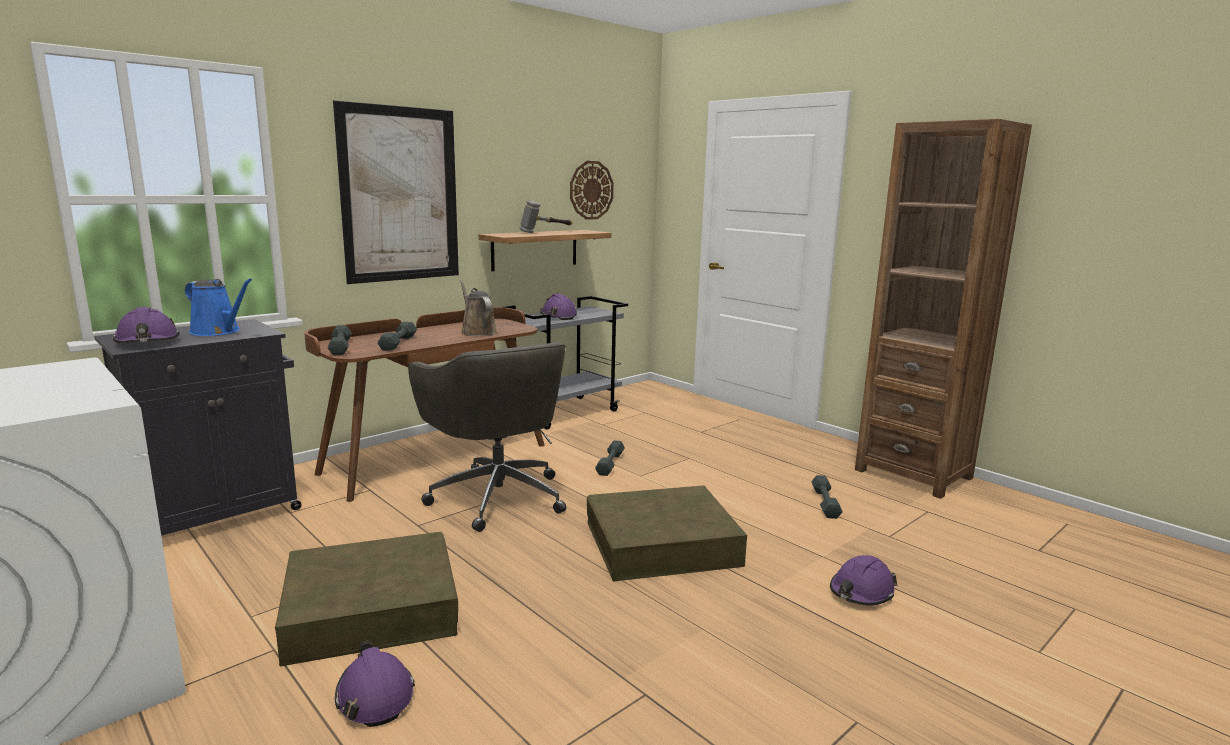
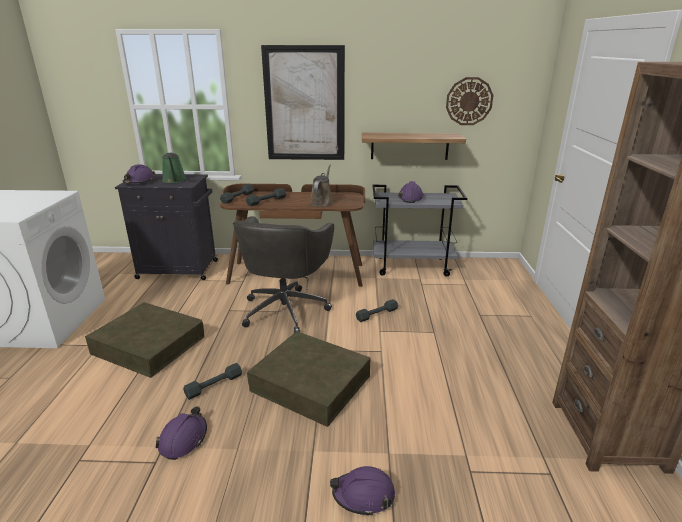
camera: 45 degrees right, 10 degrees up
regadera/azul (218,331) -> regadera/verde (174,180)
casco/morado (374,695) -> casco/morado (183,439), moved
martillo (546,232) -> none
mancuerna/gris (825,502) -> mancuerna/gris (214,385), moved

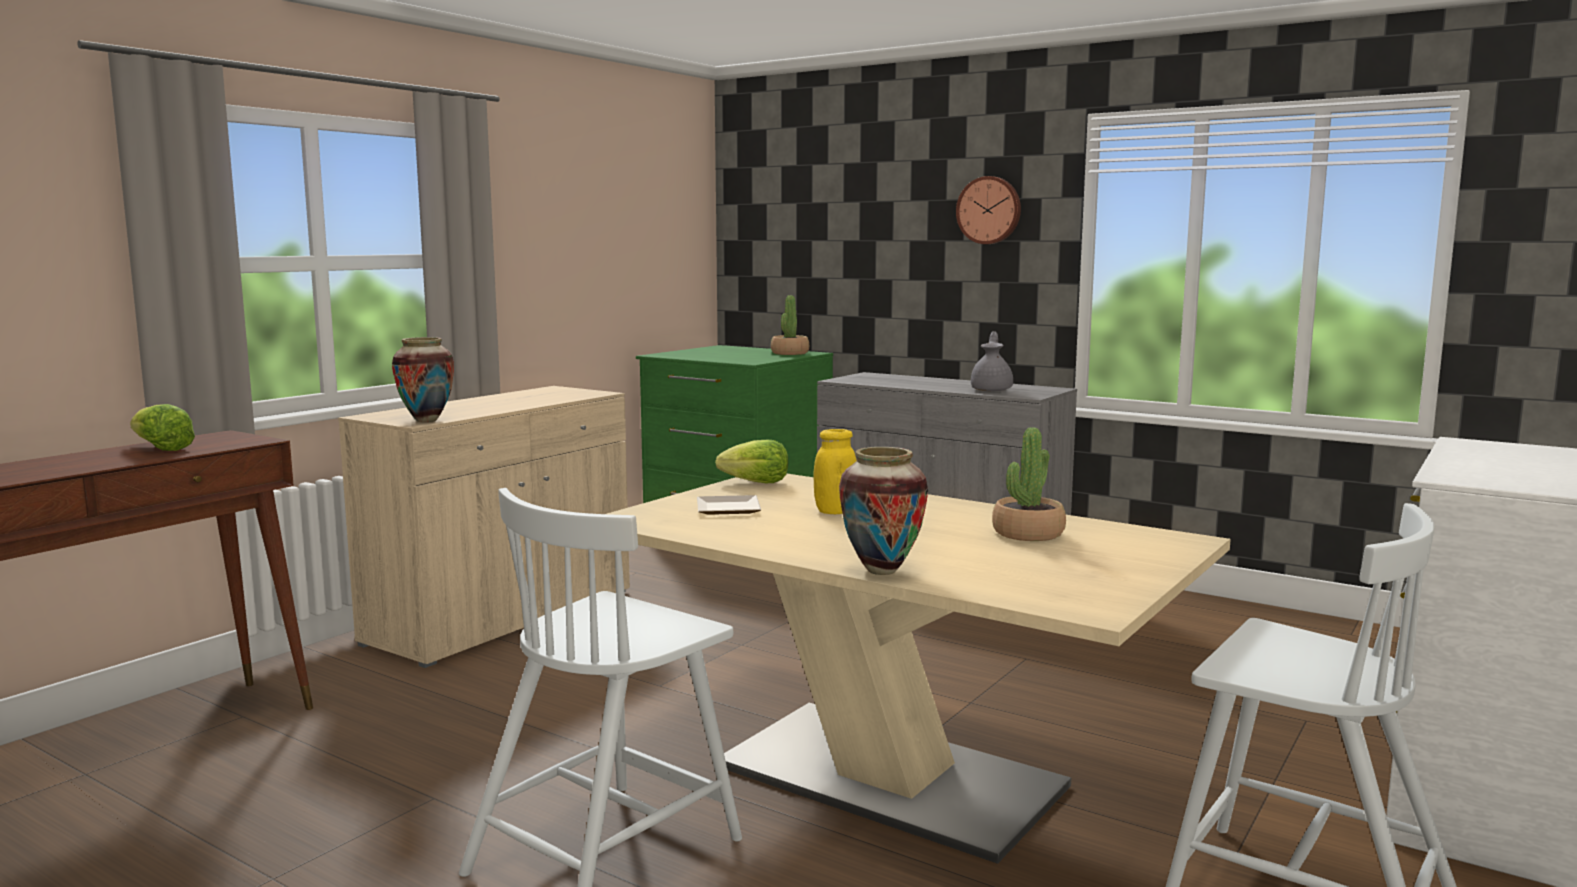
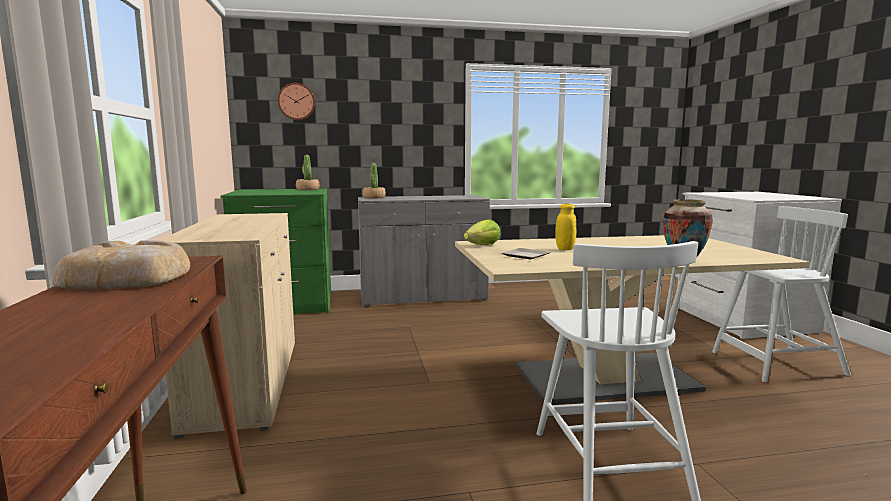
camera: 45 degrees left, 0 degrees up
lechuga (161,449) -> pan (130,278)
florero (426,420) -> none
reloj de pared (989,210) -> reloj de pared (296,101), moved
tetera/gris (992,390) -> none
planta en maceta (1028,533) -> planta en maceta (374,197), moved

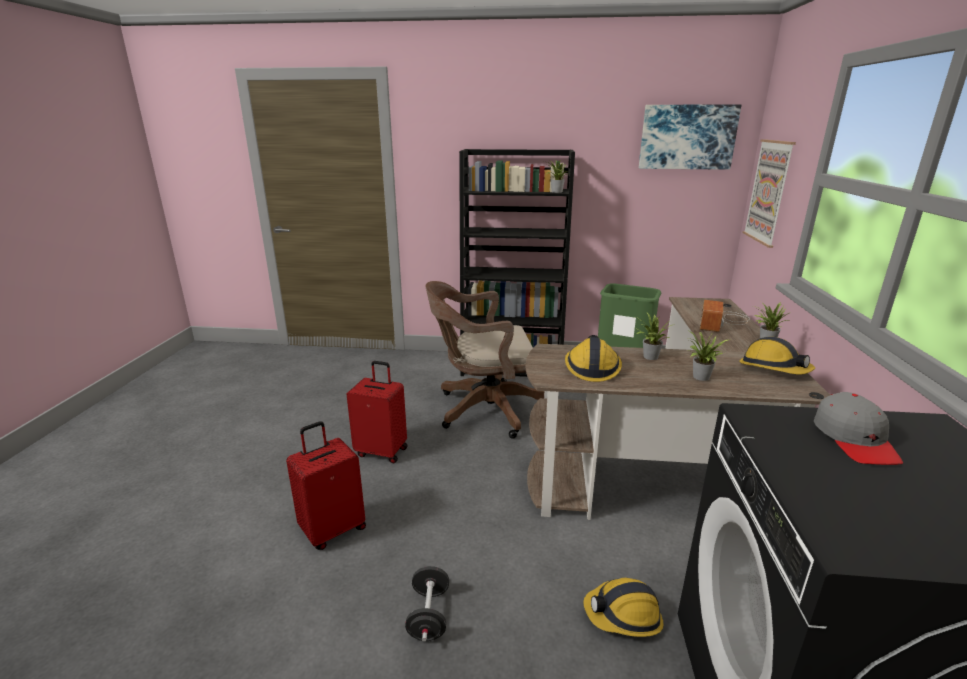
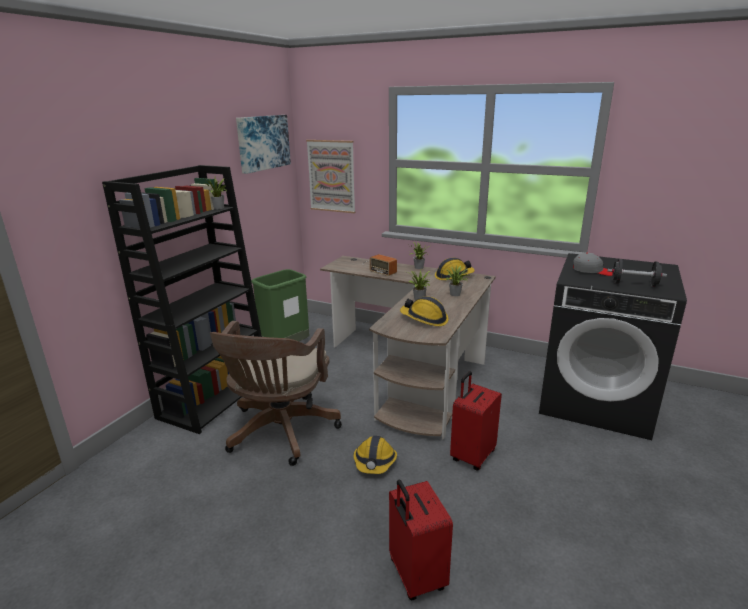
camera: 70 degrees left, 0 degrees up
maleta/rojo (382,451) -> maleta/rojo (472,456), moved
mancuerna/negro (429,616) -> mancuerna/negro (634,284), moved
casco (623,615) -> casco (375,462), moved

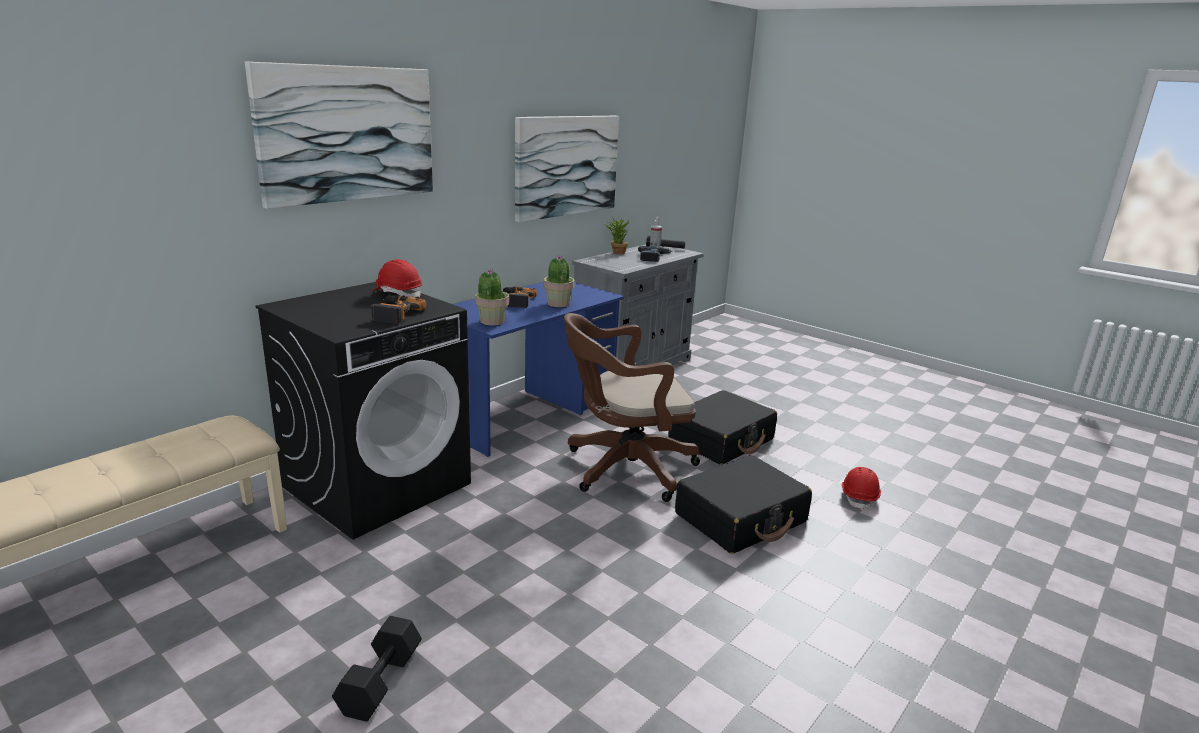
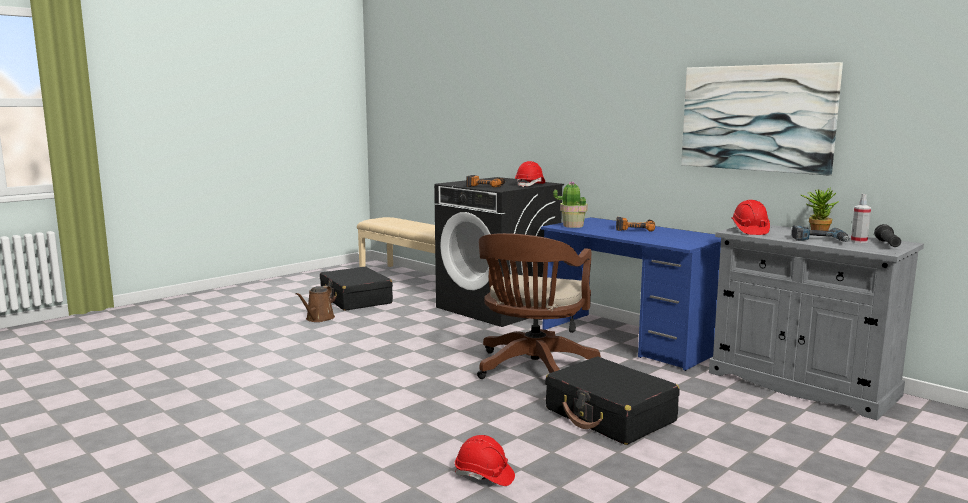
camera: 95 degrees right, 10 degrees down
cuadro (347,134) -> none
mancuerna/negro (379,681) -> regadera/marrón (318,319)
planta en maceta (558,304) -> none
silla de oficina/marrón (623,468) -> silla de oficina/marrón (532,370), 150 degrees counterclockwise
maleta/negro (741,518) -> maleta/negro (356,299), moved
none -> casco/rojo (749,231)

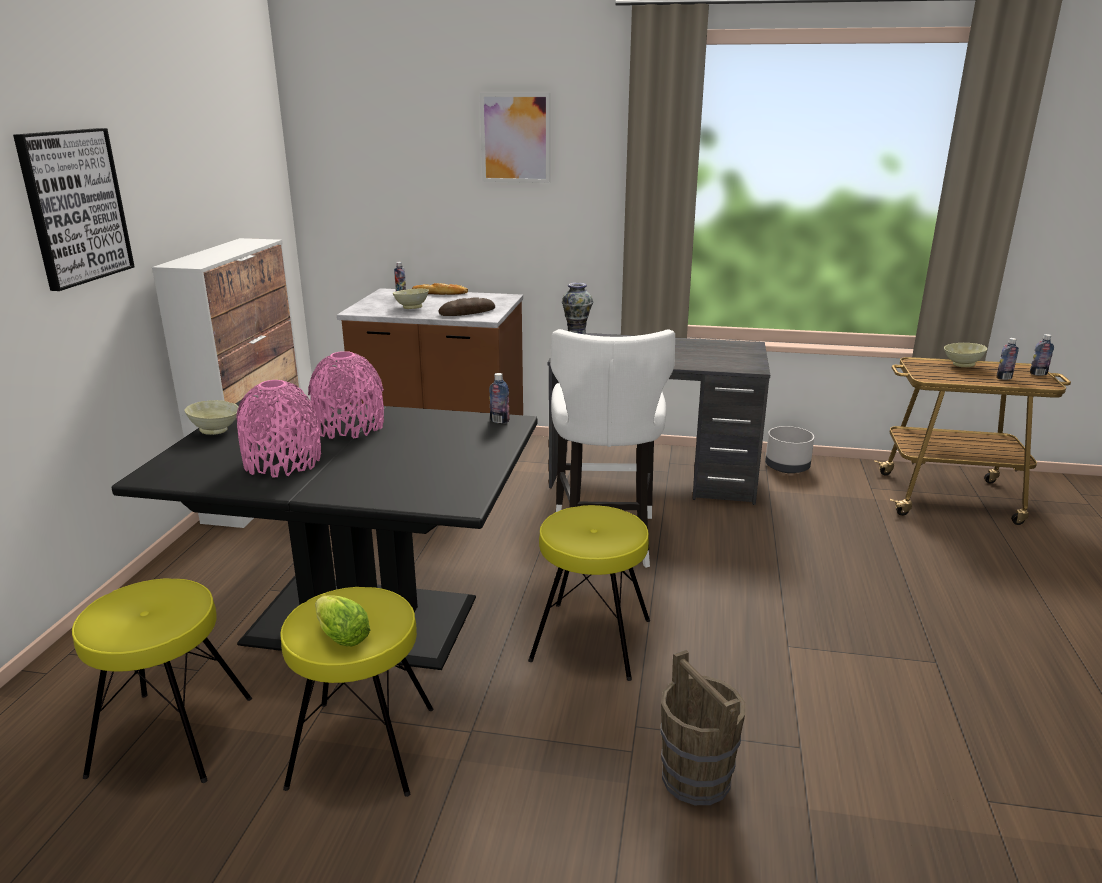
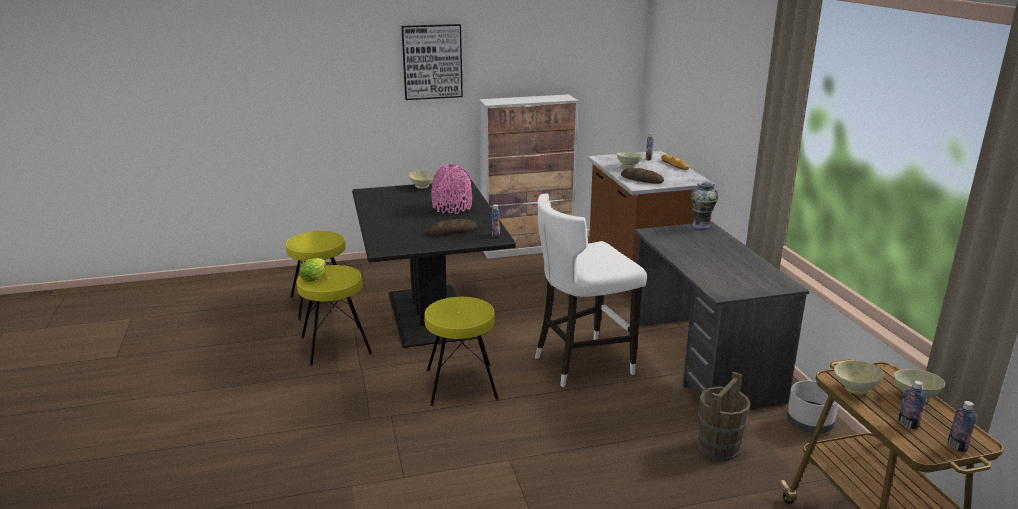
camera: 65 degrees right, 0 degrees up
florero/rosa (283,462) -> none
cuadro (515,138) -> none
cubo/marrón (695,778) -> cubo/marrón (719,447), moved
none -> pan (452,231)
none -> cuenco/beis (854,388)

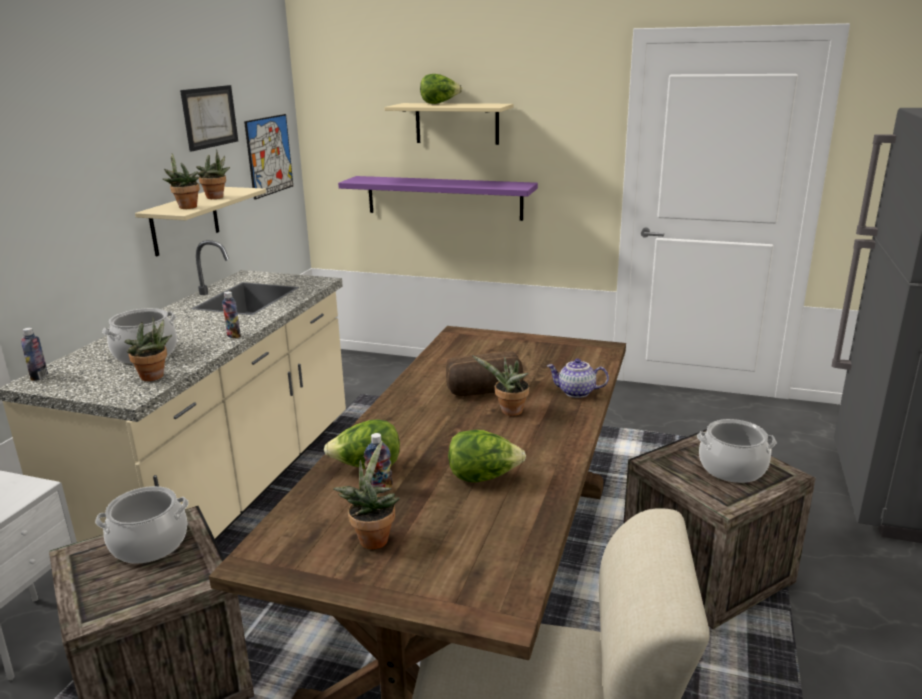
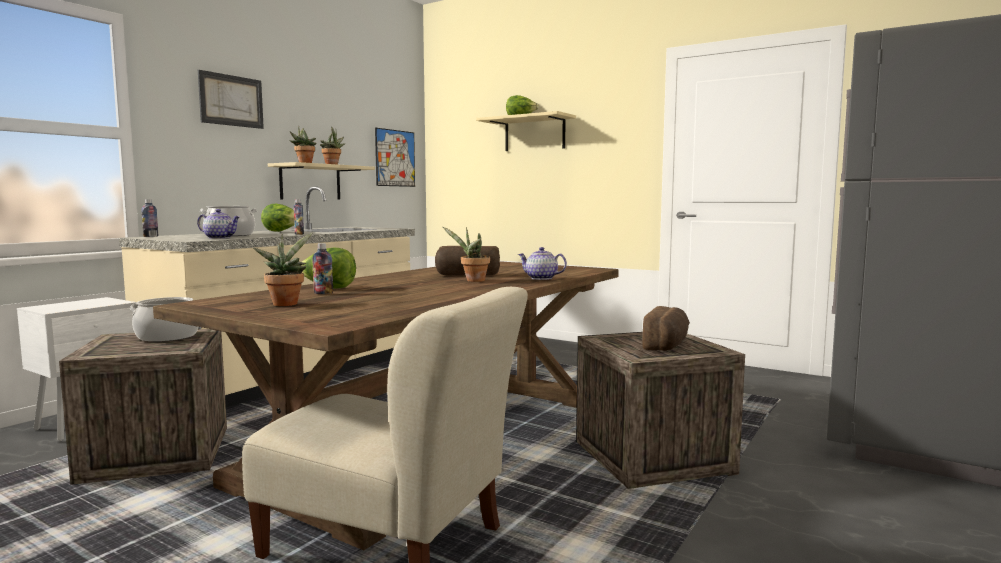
camera: 15 degrees right, 15 degrees down
planta en maceta (155,377) -> tetera (220,238)
cuadro (209,117) -> cuadro (231,100), moved
estante/morado (444,197) -> none
lechuga (483,477) -> lechuga (281,231), moved
olla (732,468) -> pan (667,345)

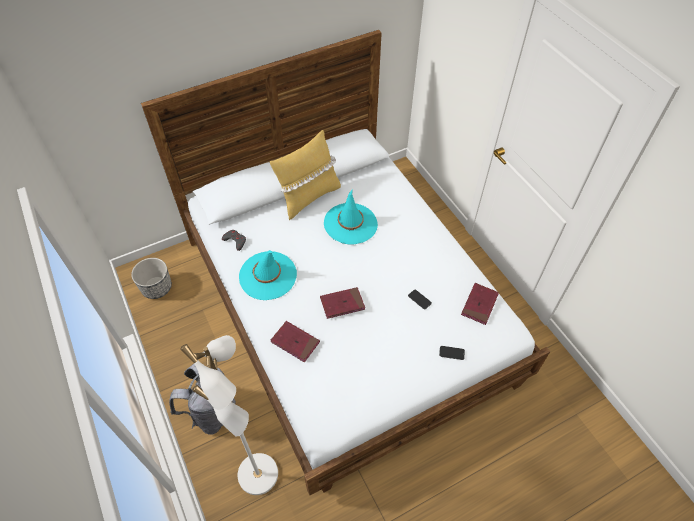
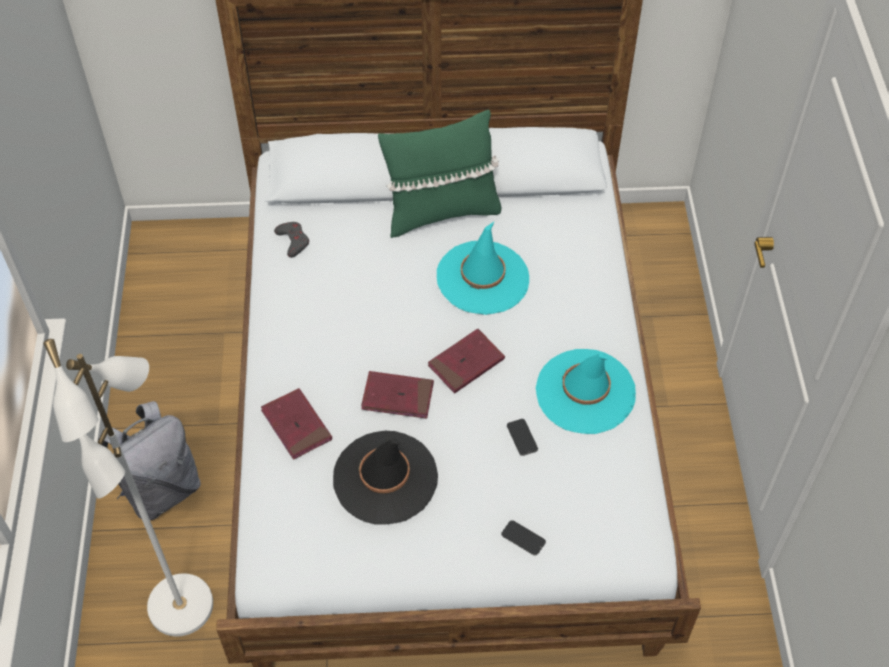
camera: 25 degrees right, 0 degrees up
maceta (157,287) -> none
sombrero/turquesa (268,276) -> sombrero/turquesa (585,392), moved
cojín/amarillo (308,197) -> cojín/verde (441,212)
libro/rojo (479,305) -> libro/rojo (466,363), moved
none -> sombrero/negro (385,478)

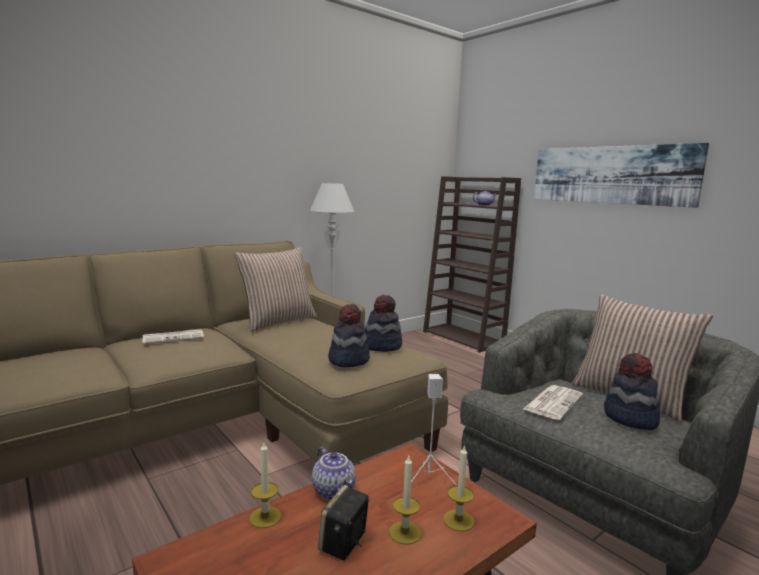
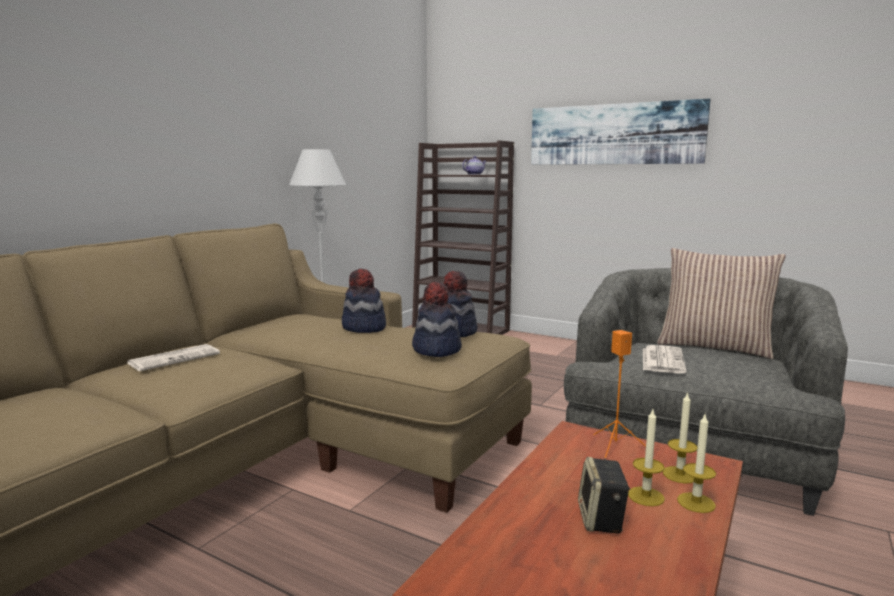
camera: 20 degrees left, 0 degrees up
cojín (278,321) -> none
vela (265,517) -> vela (696,502), moved
tetera (334,491) -> none
altavoz/blanco (429,478) -> altavoz/naranja (616,447)
sombrero (630,418) -> sombrero (363,328), moved

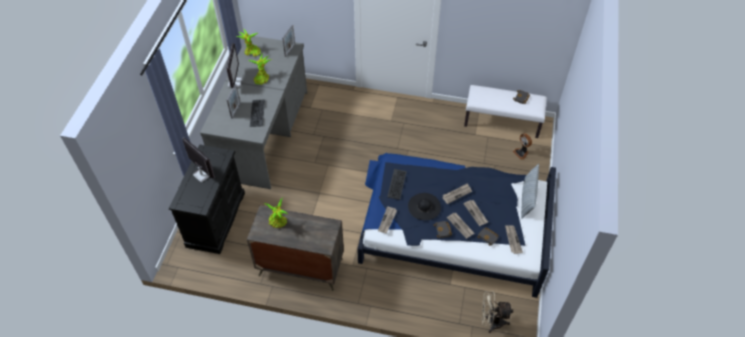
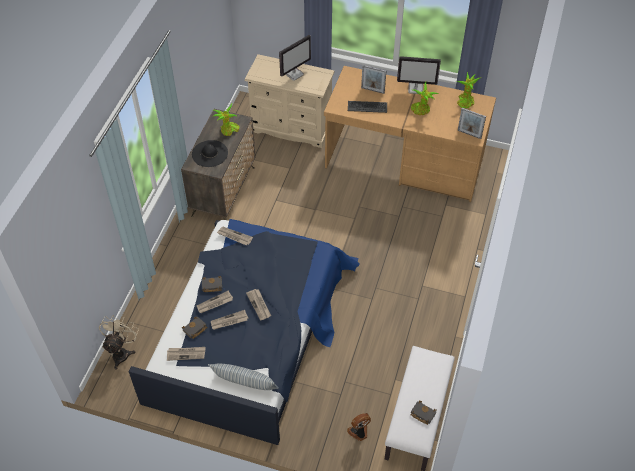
camera: 95 degrees right, 0 degrees up
cómoda/negro (216,219) -> cómoda/beis (291,127)
escritorio/gris (264,134) -> escritorio/marrón (404,163)
teclado (397,184) -> none
sombrero/negro (424,206) -> sombrero/negro (210,153), moved

